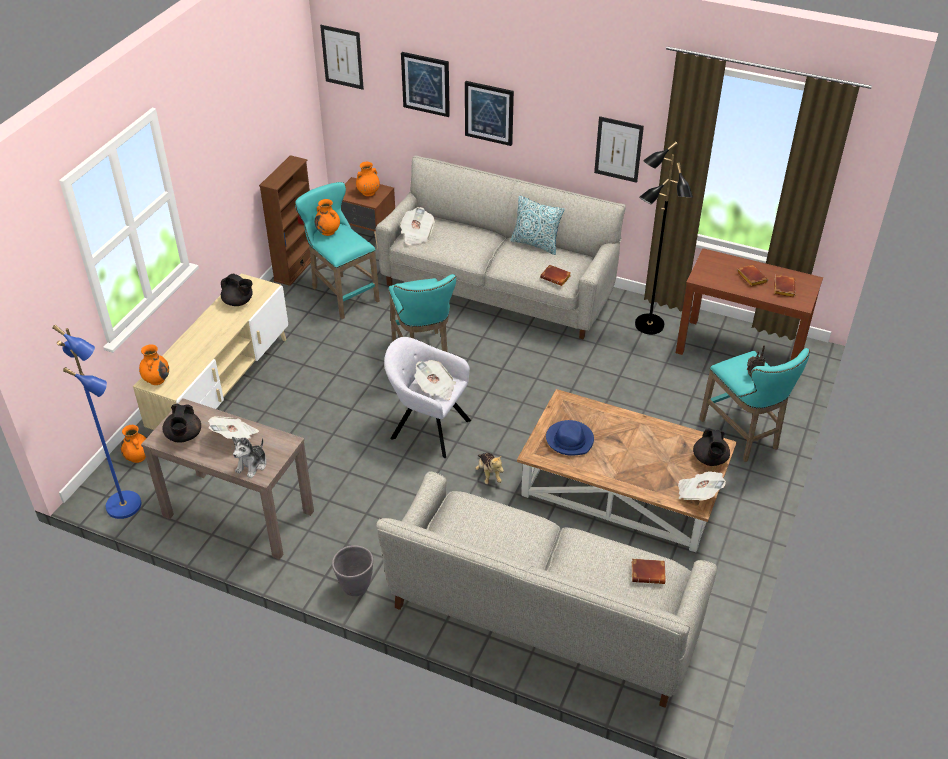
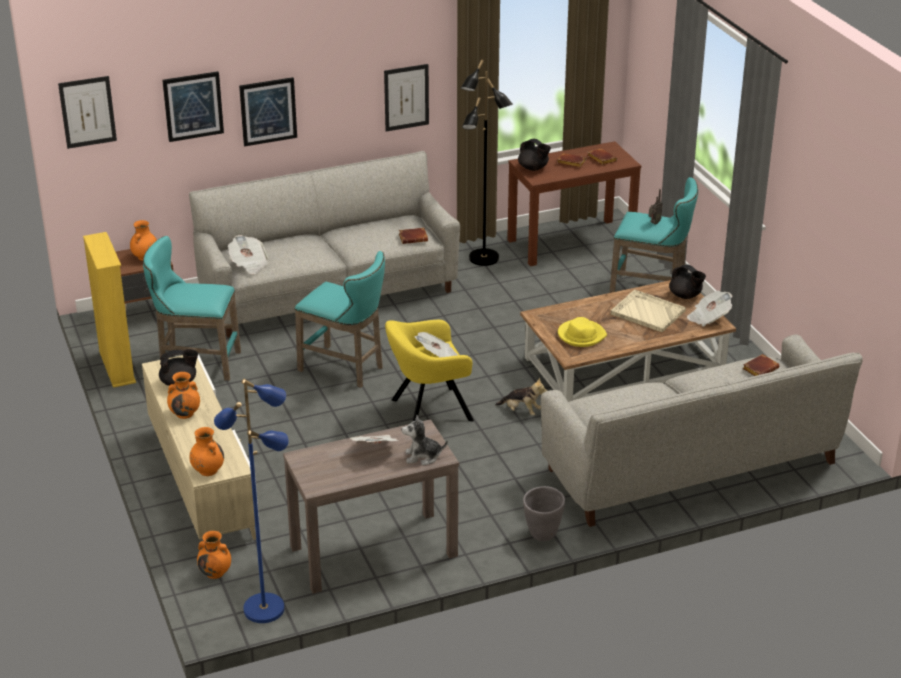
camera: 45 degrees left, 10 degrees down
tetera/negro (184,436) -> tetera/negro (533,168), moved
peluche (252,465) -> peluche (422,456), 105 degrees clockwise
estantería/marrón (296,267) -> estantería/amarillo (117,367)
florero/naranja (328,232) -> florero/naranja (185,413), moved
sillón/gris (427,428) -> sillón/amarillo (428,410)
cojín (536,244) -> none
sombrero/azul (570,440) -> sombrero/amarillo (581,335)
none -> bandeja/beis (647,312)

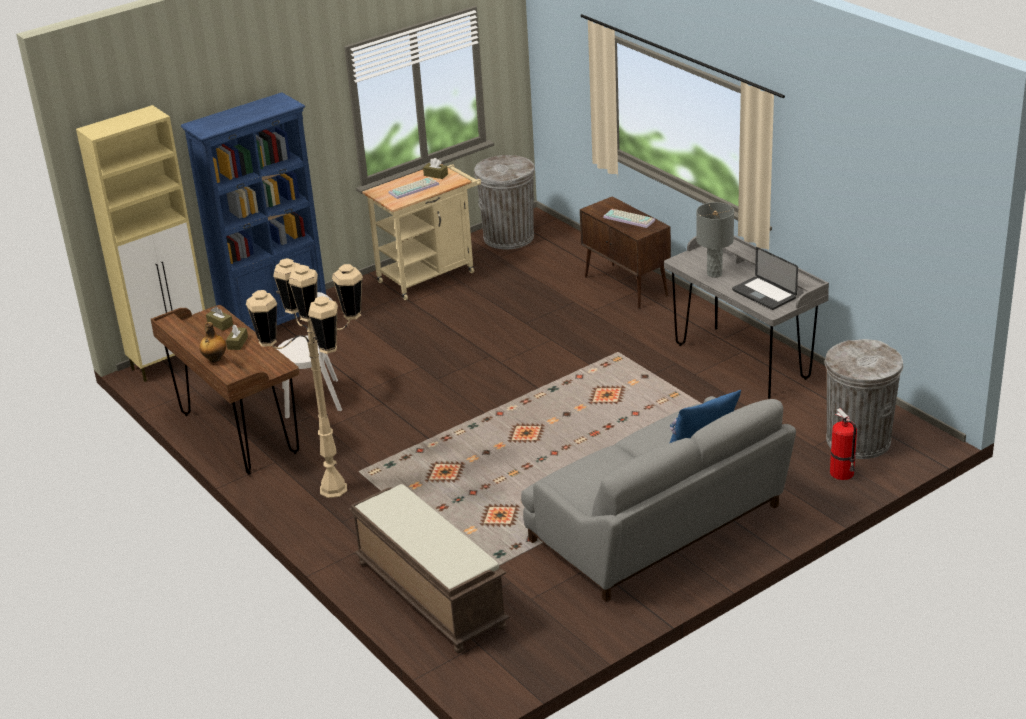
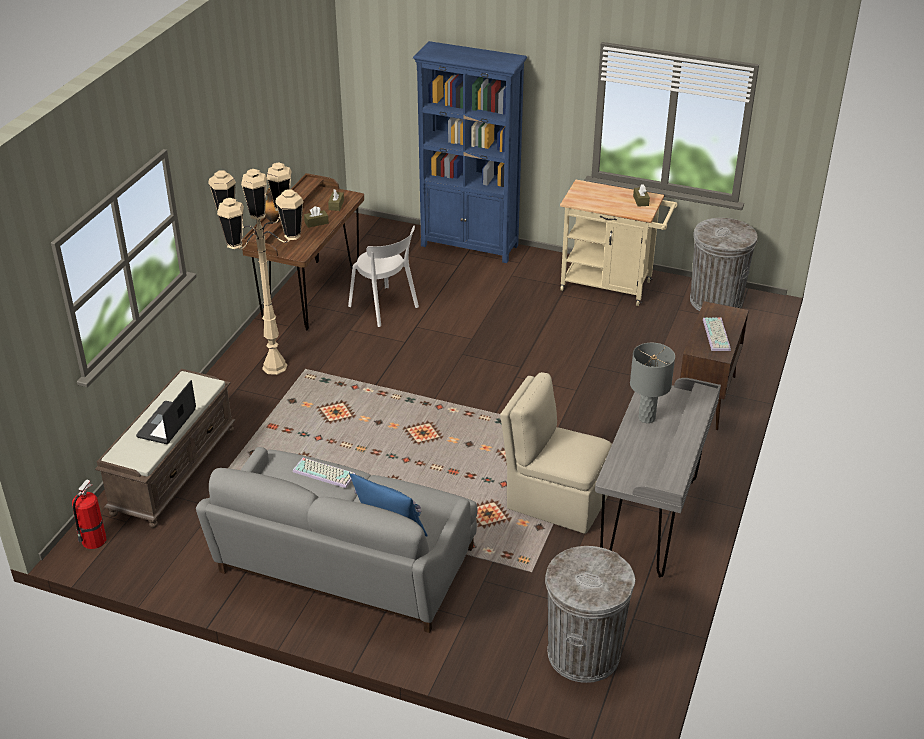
camera: 55 degrees right, 5 degrees up
armario/beis (172,362) -> none
teclado (414,188) -> teclado (325,473), moved
portátil (764,294) -> portátil (167,423), moved
extintor (843,473) -> extintor (93,541), moved
none -> silla/beis (555,500)

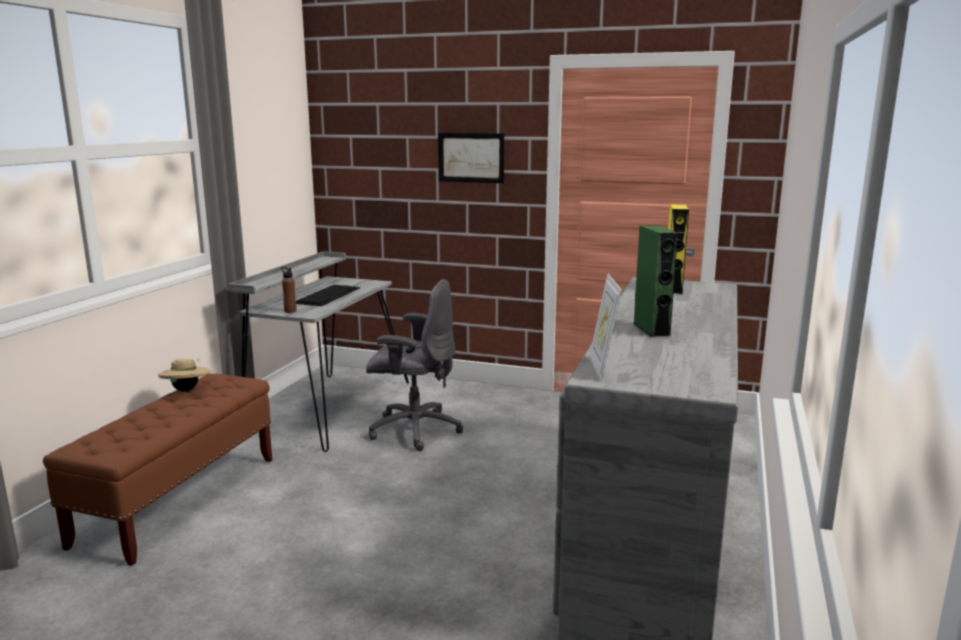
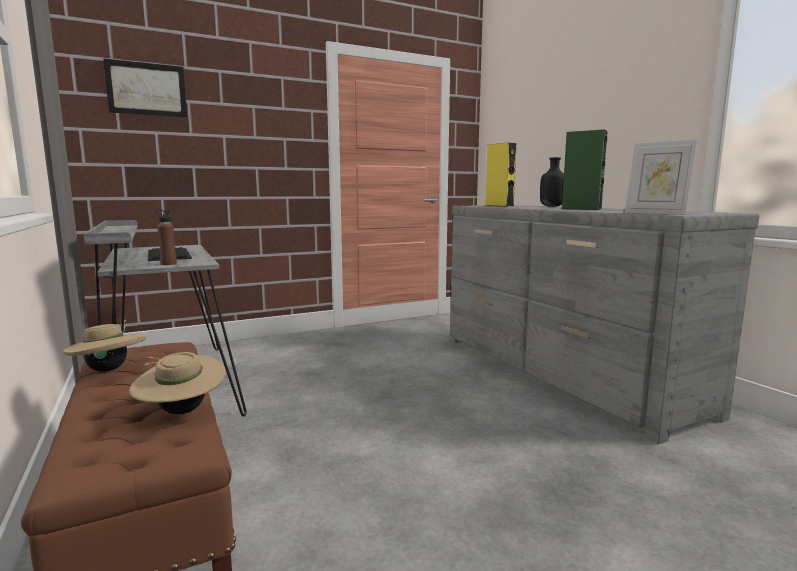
camera: 45 degrees left, 5 degrees down
silla de oficina/gris (414,430) -> none
cuadro (471,157) -> cuadro (147,89), moved
none -> sombrero/beis (181,411)
none -> botella/negro (552,206)

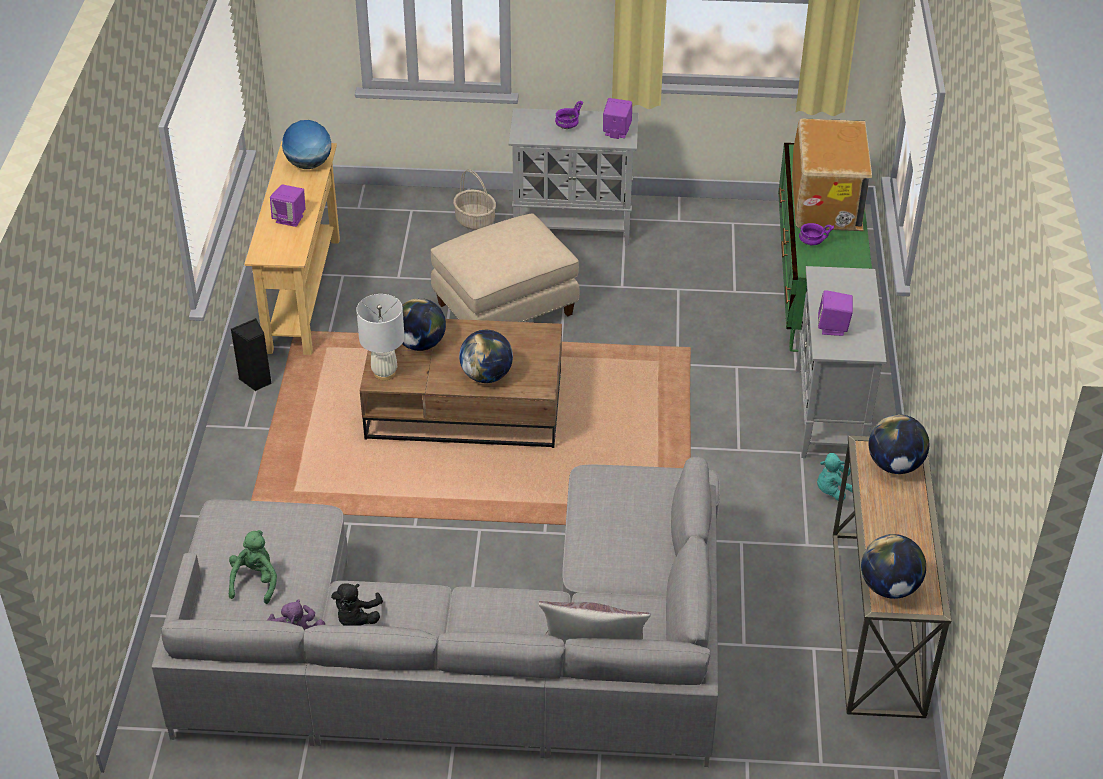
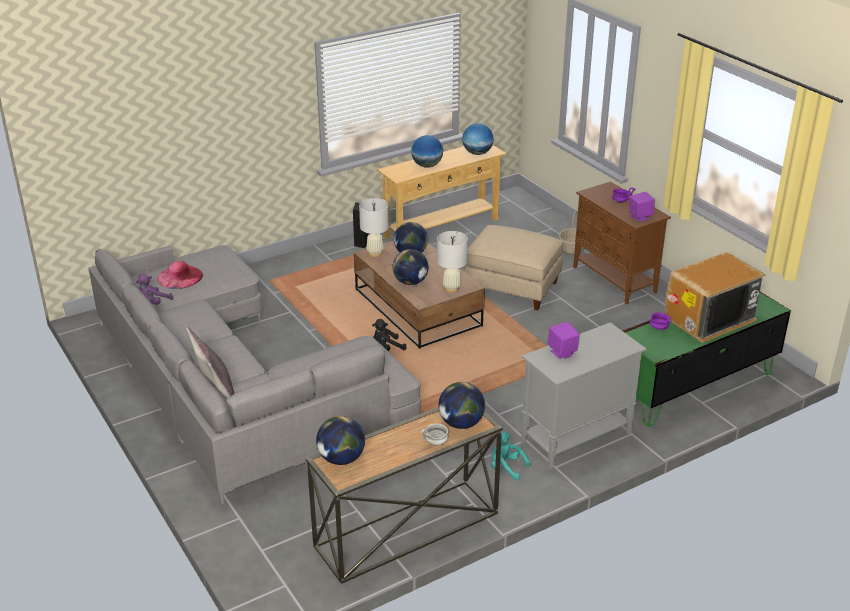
camera: 55 degrees right, 10 degrees down
peluche/verde (255,581) -> sombrero/rosa (180,277)
altavoz/morado (290,219) -> globo terráqueo (427,165)
peluche/negro (356,619) -> peluche/negro (386,348), moved
armario/gris (573,226) -> armario/marrón (615,280)
none -> cuenco/gris (435,442)
none -> lámpara de mesa/blanco (451,288)

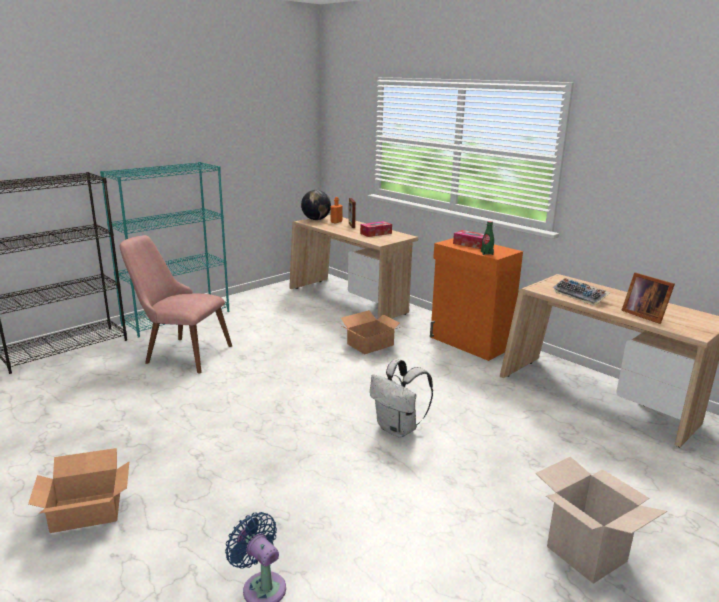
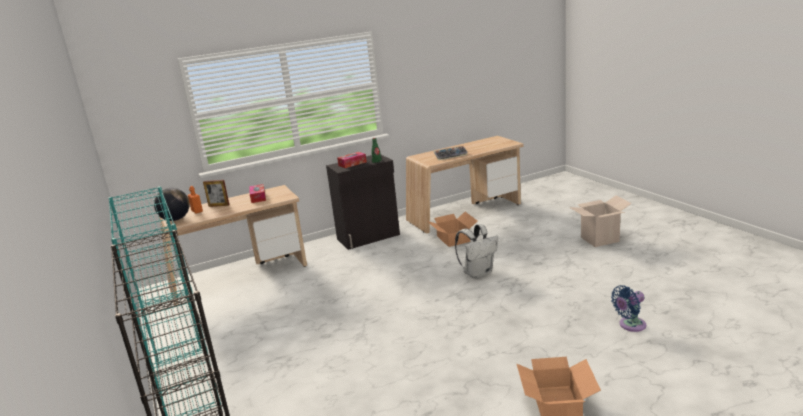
camera: 70 degrees left, 0 degrees up
silla/rosa (179,353) -> none
caja de cartón (371,344) -> caja de cartón (453,238), moved
armario/naranja (469,343) -> armario/negro (369,237)
portarretratos (643,315) -> none

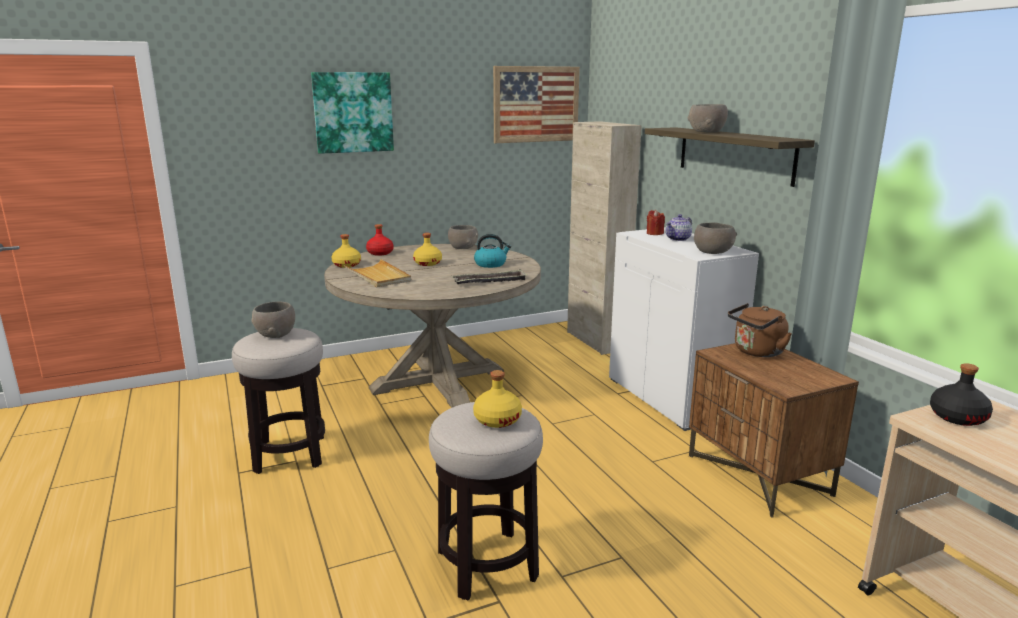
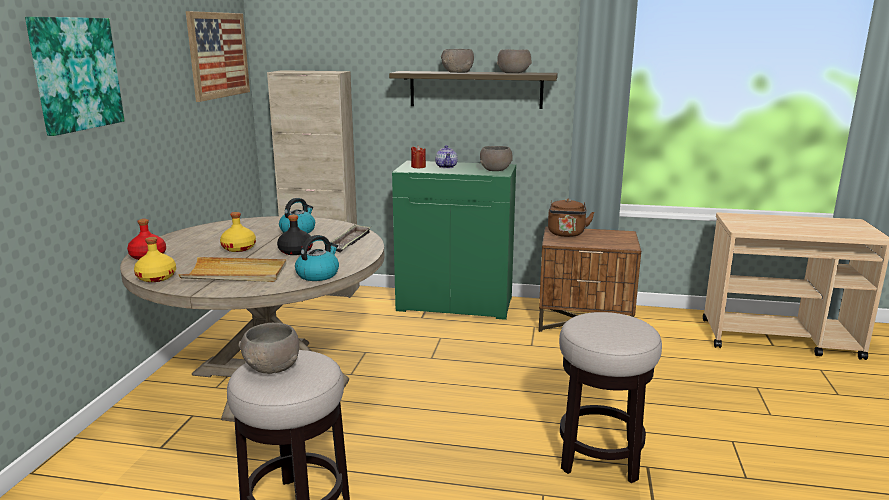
camera: 55 degrees left, 0 degrees up
cuenco/gris (463,247) -> cuenco/gris (513,72), moved
botella/amarillo (497,420) -> none
armario/blanco (672,397) -> armario/verde (455,304)
botella/negro (957,417) -> botella/negro (295,251), moved
none -> hervidor (318,274)

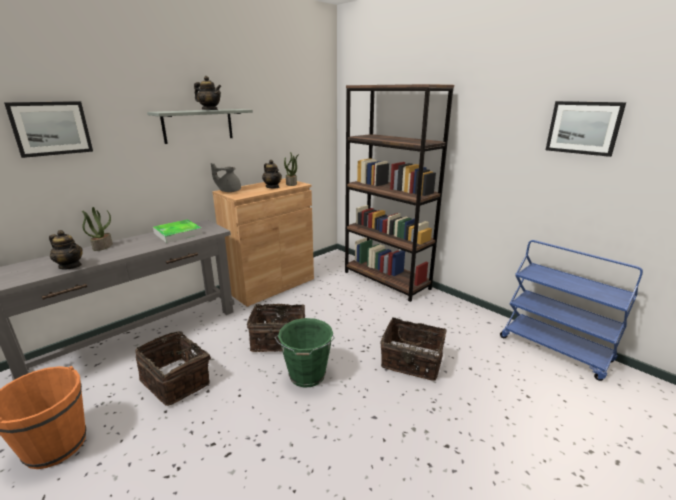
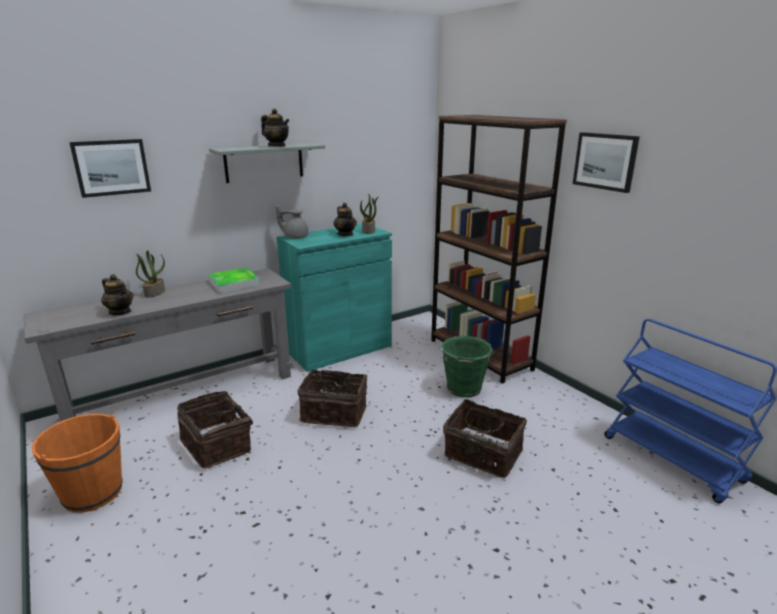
camera: 10 degrees right, 0 degrees up
armario/marrón (271,285) -> armario/turquesa (339,349)
cubo/verde (307,376) -> cubo/verde (464,389), moved
cuadro (583,128) -> cuadro (605,161), moved

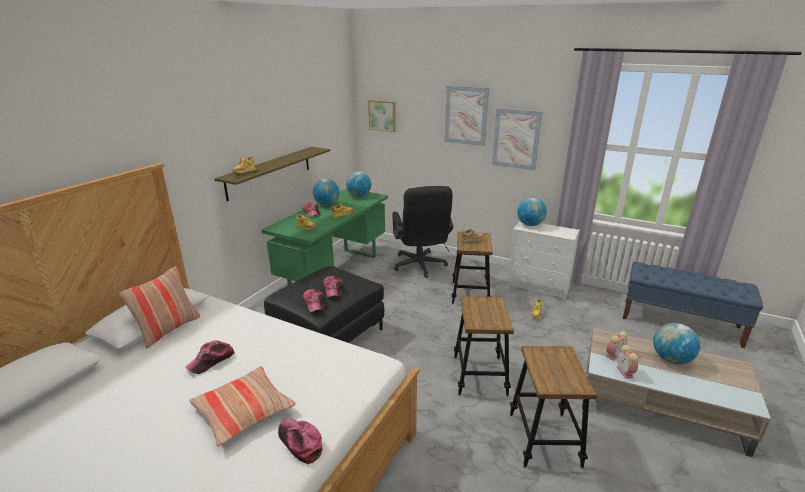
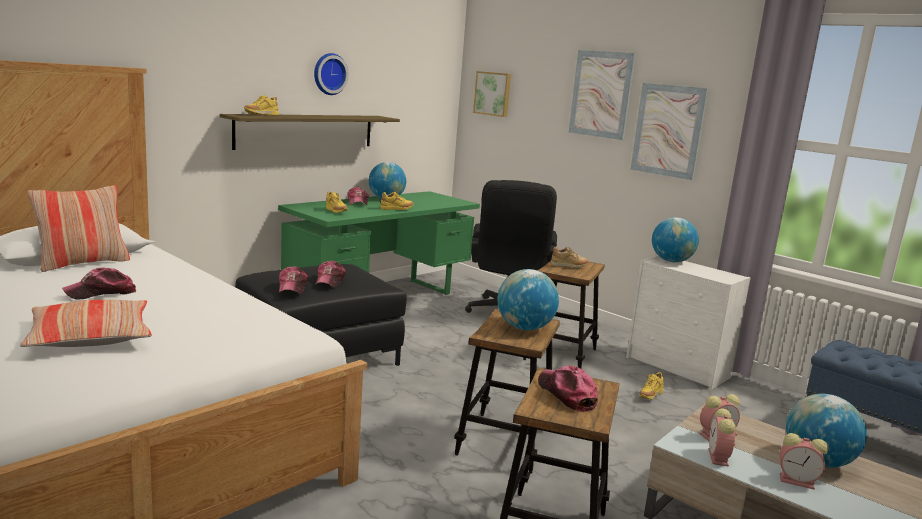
camera: 15 degrees right, 10 degrees down
gorra (300,442) -> gorra (566,394), moved
globo terráqueo (359,196) -> globo terráqueo (524,328), moved
none -> reloj de pared (329,74)
none -> despertador (798,481)

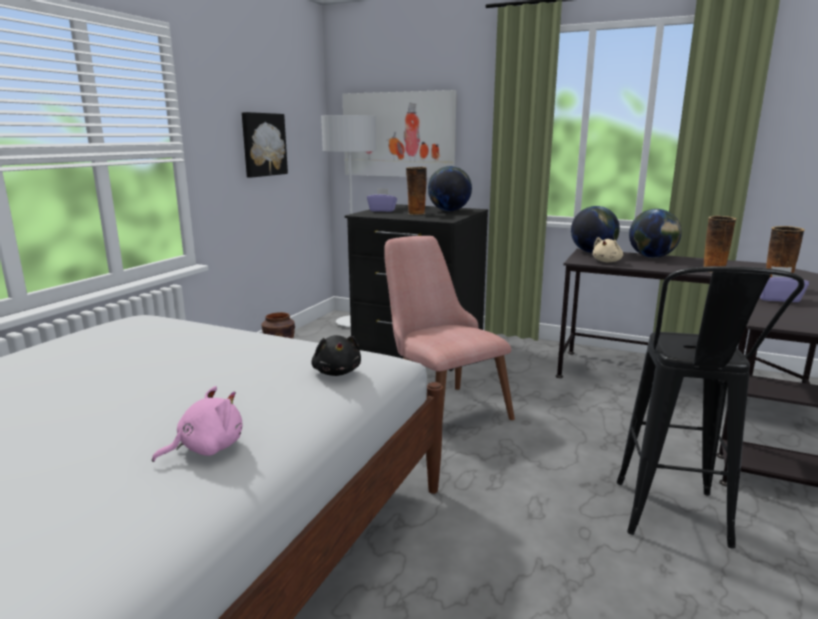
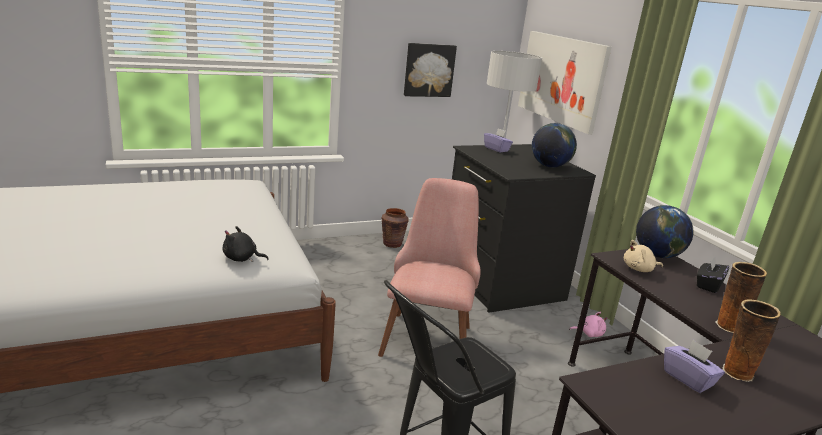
camera: 40 degrees right, 5 degrees up
peluche/rosa (206,448) -> peluche/rosa (589,333), moved
peluche/negro (337,372) -> peluche/negro (242,258), 75 degrees clockwise
florero (416,213) -> none
globo terráqueo (651,257) -> caja de pañuelos/negro (708,285)

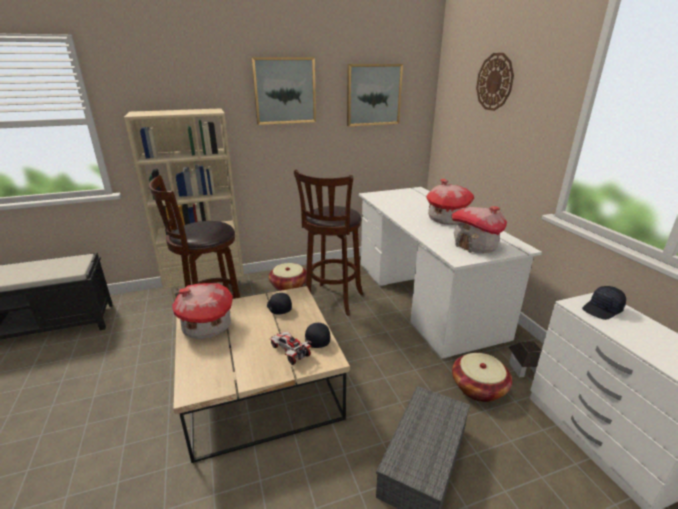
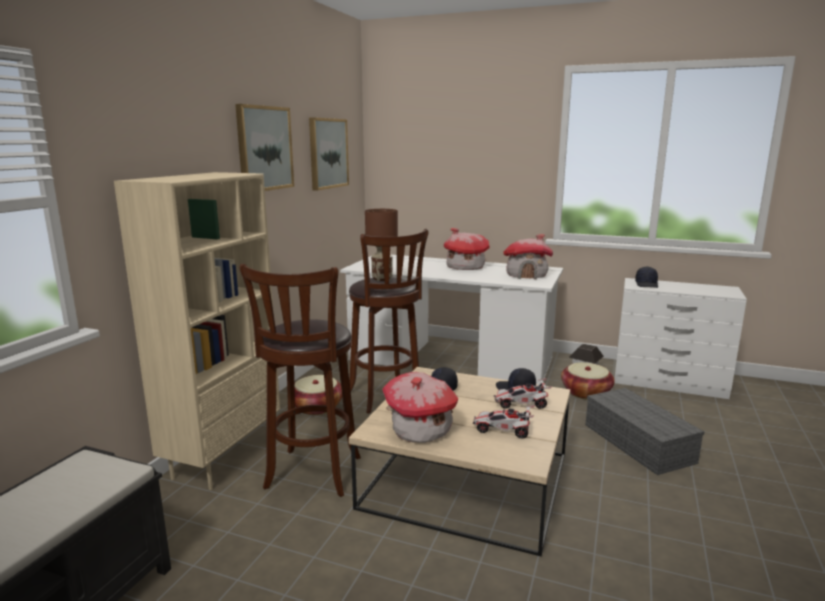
camera: 50 degrees left, 10 degrees down
reloj de pared (494,82) -> none
none -> lámpara de mesa/marrón (382,279)
none -> coche de juguete (503,430)

